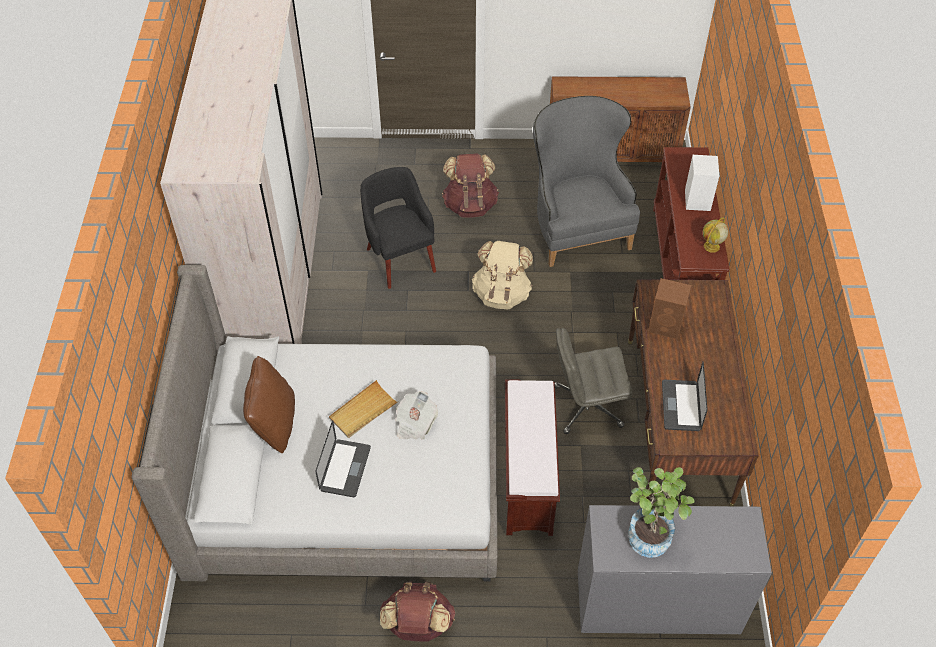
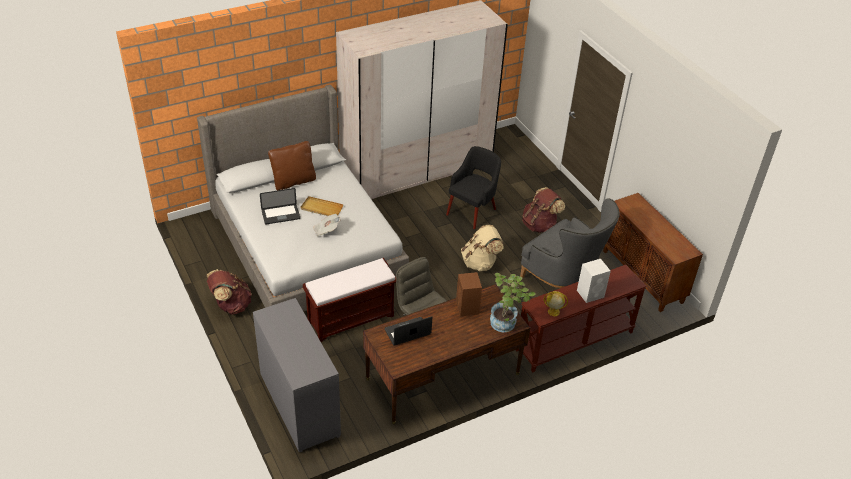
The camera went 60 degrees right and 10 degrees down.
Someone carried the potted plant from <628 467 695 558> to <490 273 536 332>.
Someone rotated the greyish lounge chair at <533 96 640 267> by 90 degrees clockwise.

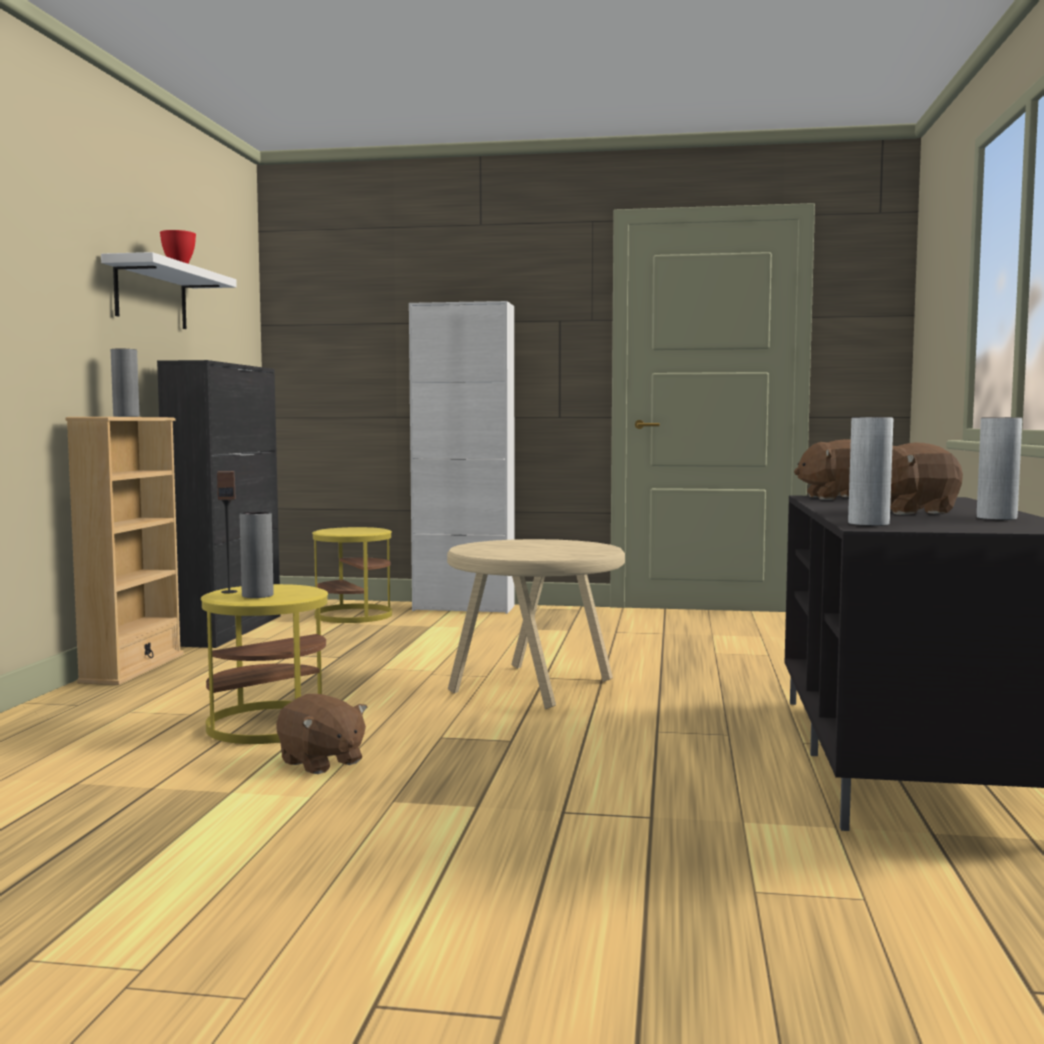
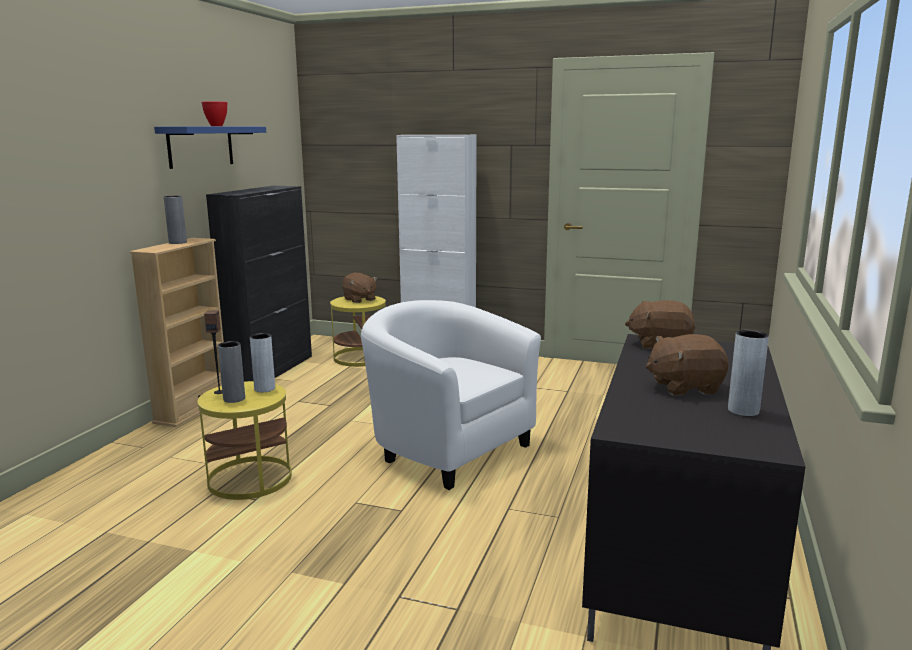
The camera went 10 degrees right and 10 degrees up.
Someone carried the brownish cuddly toy from <276 694 367 774> to <342 273 378 303>.
Someone carried the greyish decorative vase from <848 417 893 526> to <250 333 275 392>.
Someone swapped the beige-coloured end table at <447 539 625 709> for the whitish lounge chair at <361 300 541 490>.
Someone repainted the whitish bracket shelf at <101 252 237 329>, which became the blue-coloured bracket shelf at <154 126 266 169>.

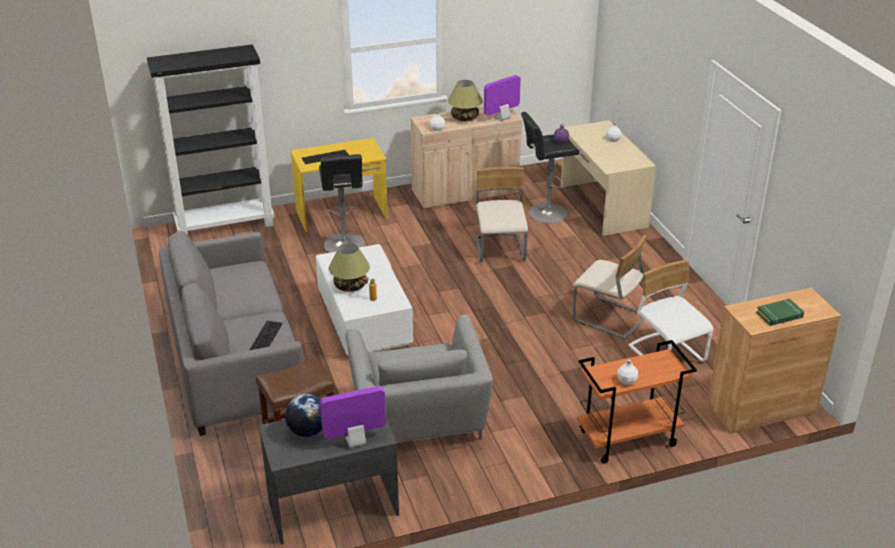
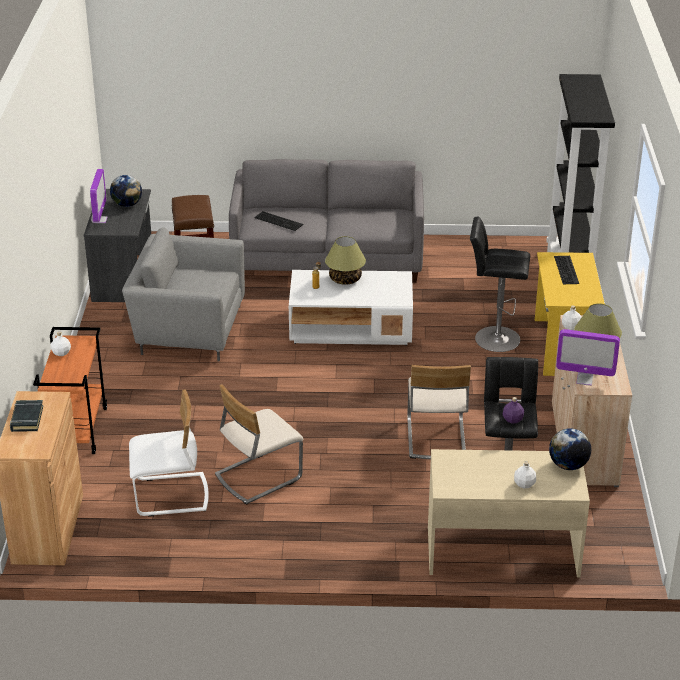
The camera went 110 degrees right and 0 degrees up.
Someone put down the desk globe at <549 428 591 470>.
Someone repainted the greenish book at <756 299 804 326>, which became the black-coloured book at <10 400 43 432>.
Someone rotated the beige-coloured upright chair at <475 167 528 262> by 75 degrees clockwise.
Someone rotated the computer display at <484 75 521 121> by 120 degrees clockwise.

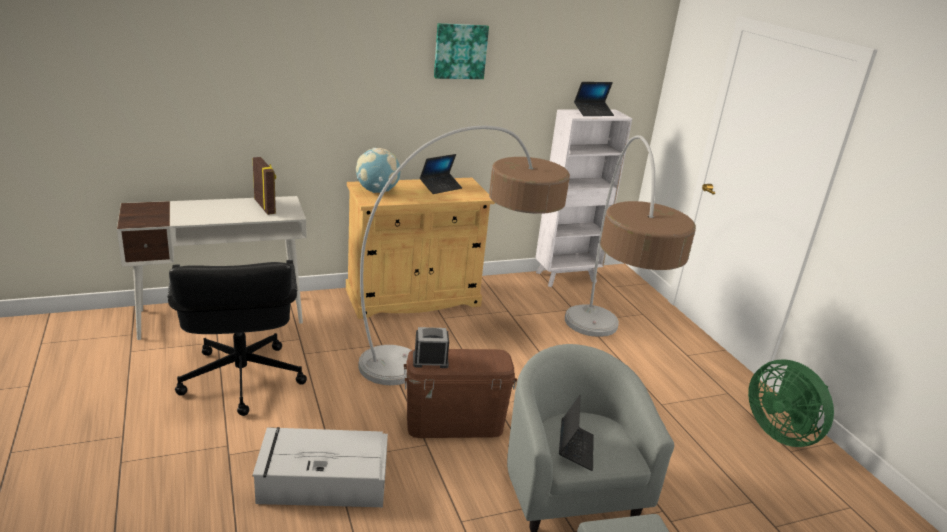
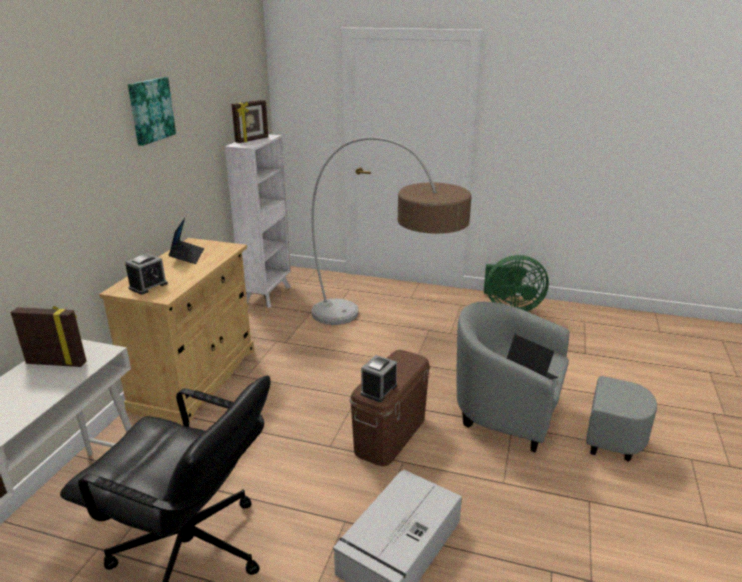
The camera went 50 degrees left and 0 degrees up.
Someone took away the floor lamp at <358 126 570 385>.
Someone swapped the desk globe at <356 148 400 193> for the bedside clock at <125 254 168 295>.
Someone swapped the laptop at <574 82 614 116> for the photo frame at <232 100 268 143>.

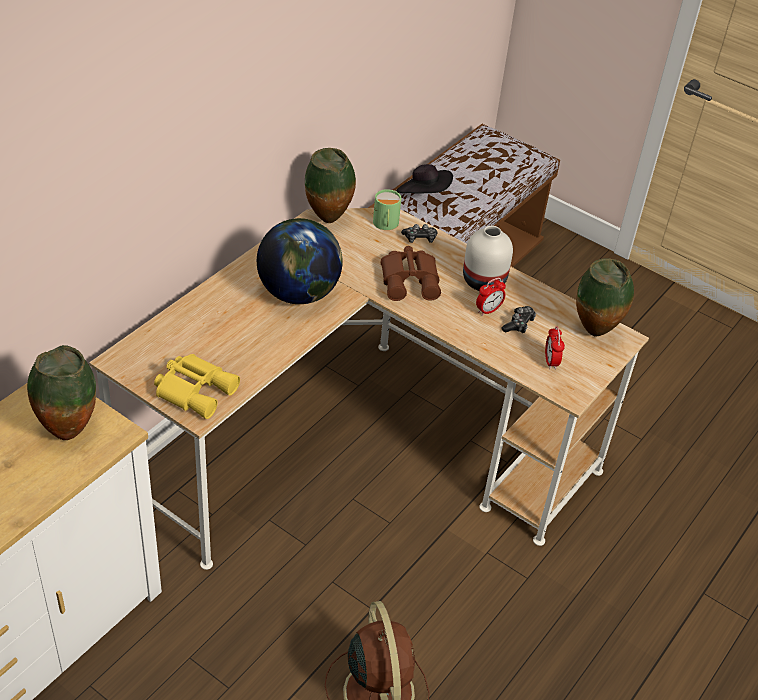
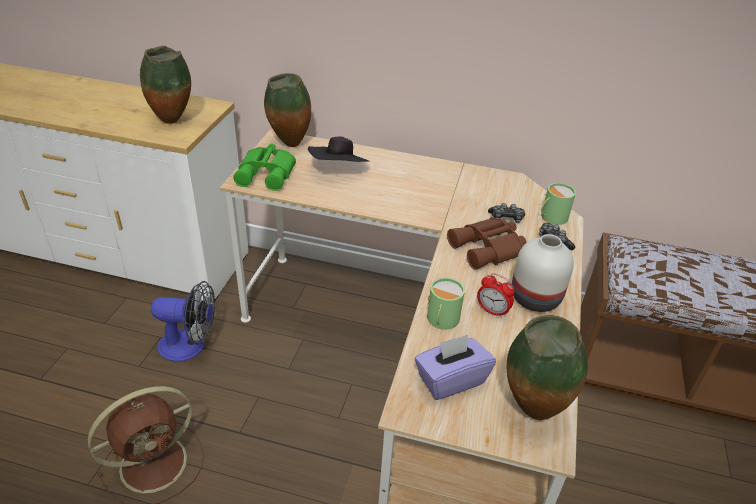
The camera went 70 degrees right and 5 degrees down.
Someone took away the desk globe at <257 218 343 304>.
Someone put down the electric fan at <151 281 215 362>.
Someone put down the greenish coffee mug at <427 278 465 330>.
Someone carried the decorative vase from <305 148 356 223> to <264 73 311 147>.
Someone carried the black-coloured wearable hat from <396 164 453 194> to <308 136 370 162>.
Someone carried the gamepad from <501 306 536 333> to <488 203 525 223>.
Someone swapped the bedside clock at <545 326 565 369> for the purple tissue holder at <415 334 496 400>.
Someone repainted the yellowish binoculars at <154 354 240 419>, which became the greenish binoculars at <233 144 296 191>.

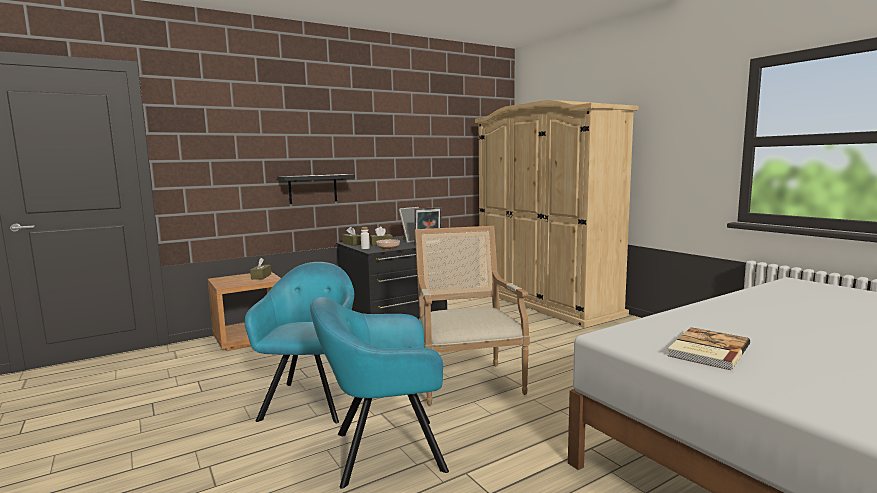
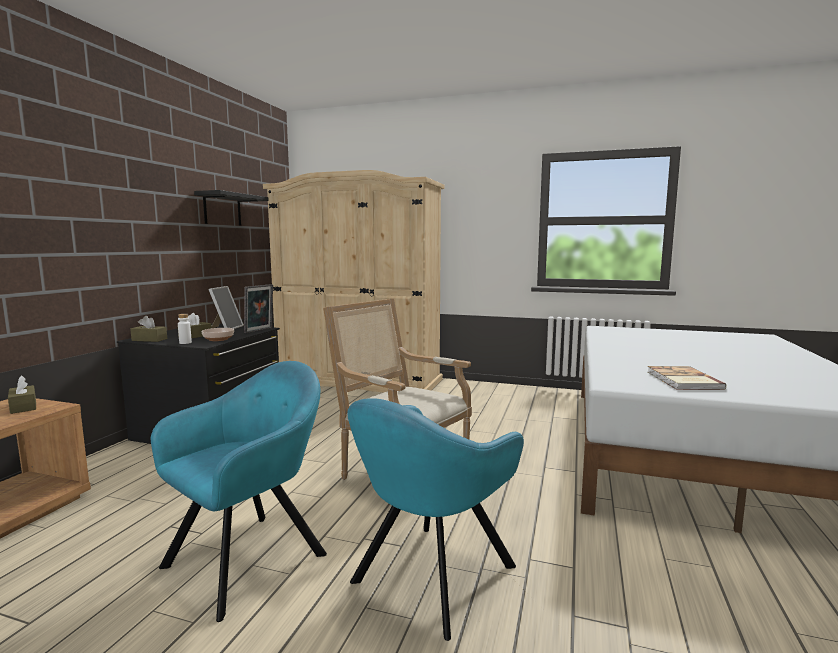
The camera went 40 degrees left and 0 degrees up.
Someone carried the black-coloured bracket shelf from <277 174 355 204> to <194 190 269 226>.
Someone rotated the blue-green lounge chair at <245 262 354 423> by 75 degrees clockwise.

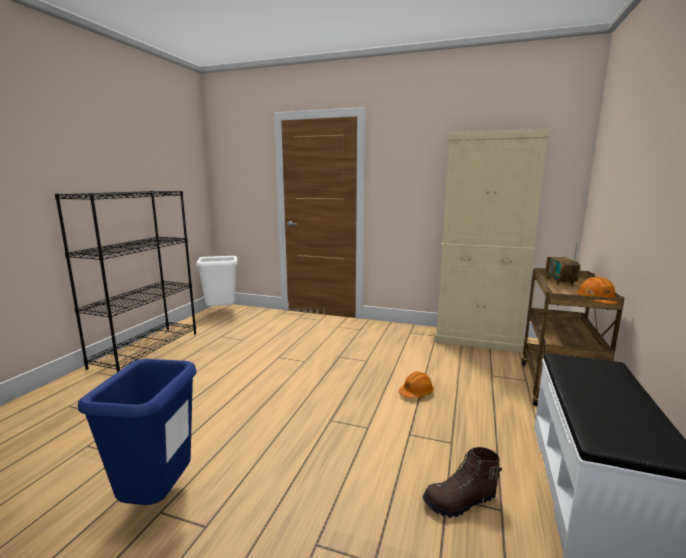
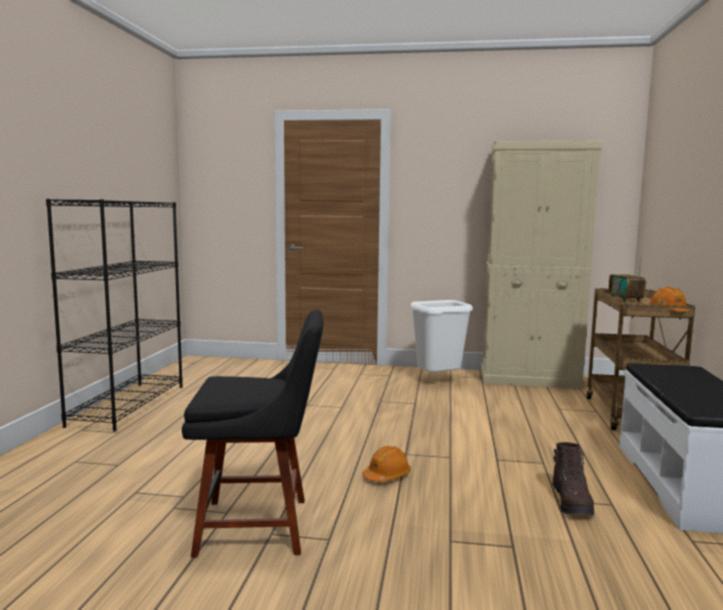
The camera went 10 degrees left and 5 degrees down.
Someone carried the whitish waste bin from <196 256 238 306> to <410 300 473 372>.
Someone carried the orange-coloured hard hat from <399 372 434 398> to <362 446 411 482>.
Someone swapped the blue-coloured waste bin at <78 359 197 505> for the black-coloured upright chair at <182 310 324 558>.
Someone rotated the brownish high-top boot at <423 447 502 518> by 60 degrees counterclockwise.

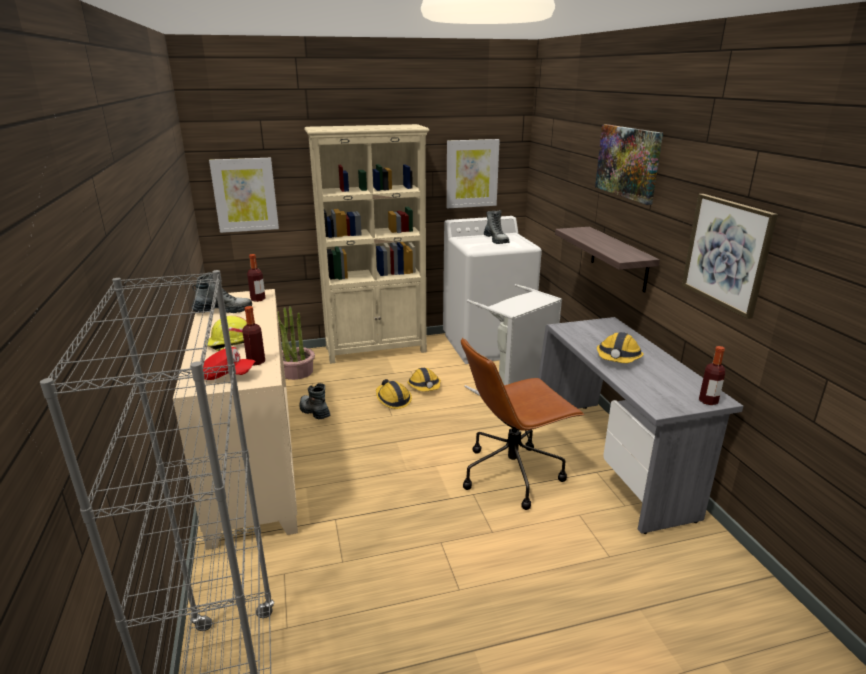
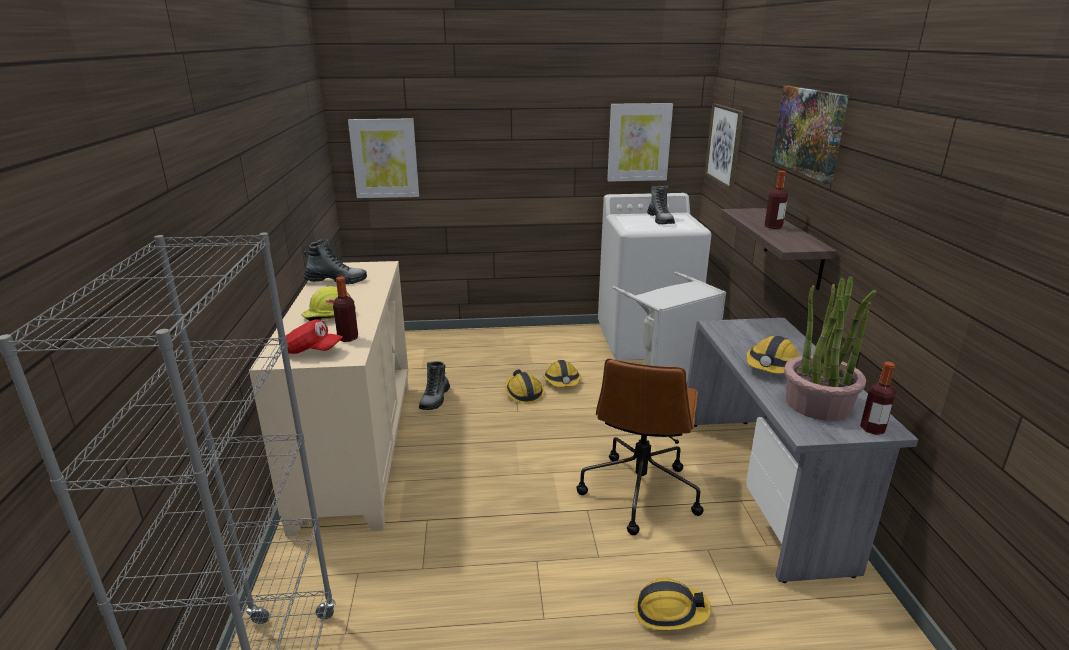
The camera went 10 degrees right and 0 degrees up.
Someone took away the beige-coloured bookcase at <304 124 430 364>.
Someone put down the hard hat at <634 578 711 630>.
Someone carried the beverage bottle from <247 254 265 302> to <765 171 788 229>.
Someone carried the potted plant from <278 306 315 380> to <784 276 876 421>.
Someone carried the picture from <682 194 778 319> to <705 104 743 190>.
Someone rotated the high-top boot at <300 383 330 420> by 135 degrees counterclockwise.
Someone rotated the brownish desk chair at <461 337 584 510> by 60 degrees counterclockwise.

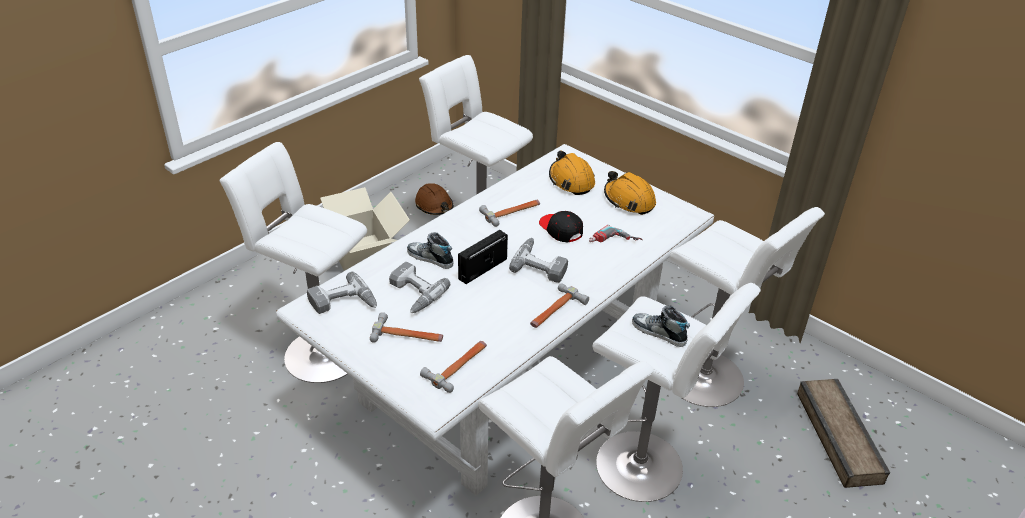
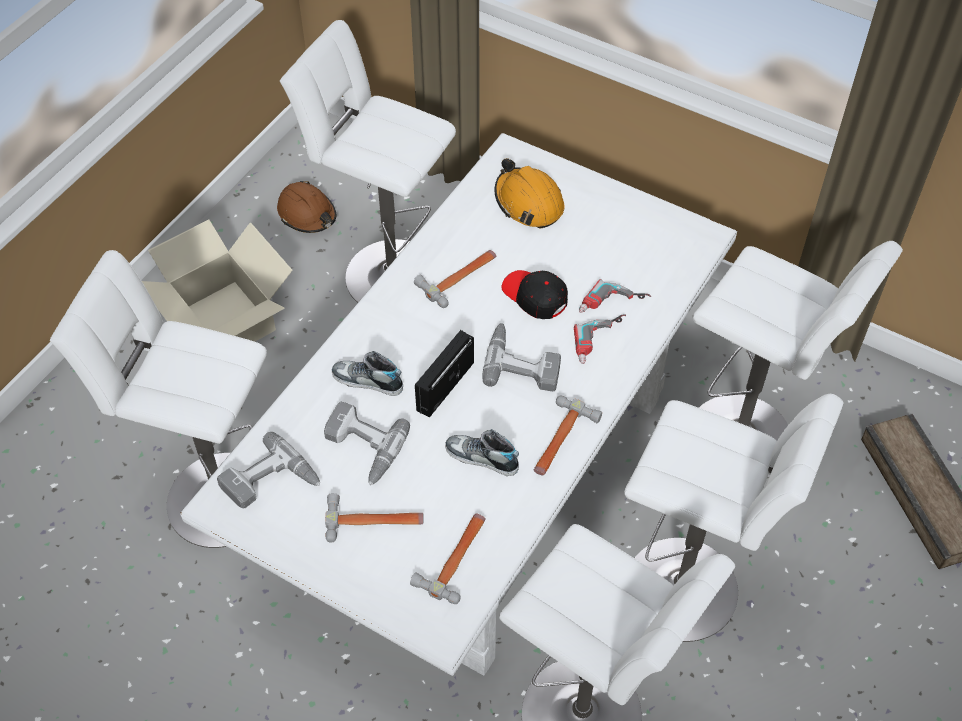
The camera went 10 degrees left and 15 degrees up.
Someone took away the orange-coloured hard hat at <604 171 656 215>.
Someone put down the drill at <574 314 626 364>.
Someone carried the shoe from <632 305 690 347> to <445 429 519 476>.

